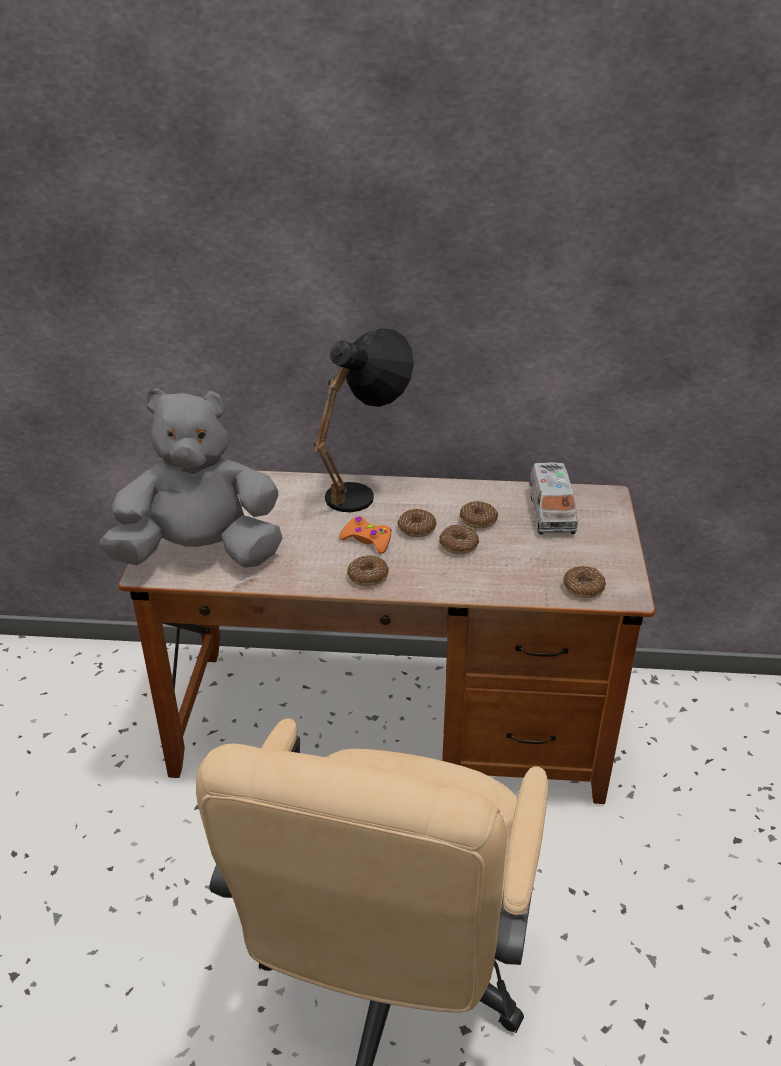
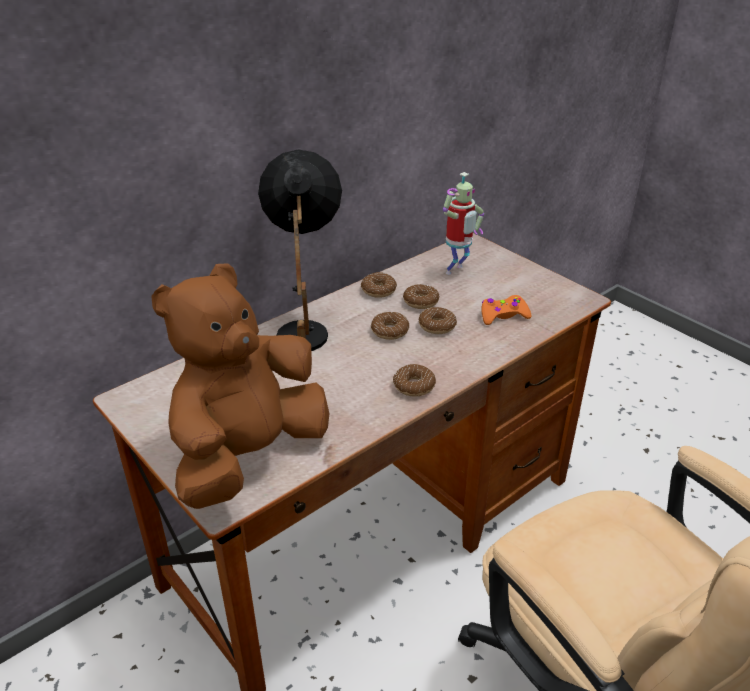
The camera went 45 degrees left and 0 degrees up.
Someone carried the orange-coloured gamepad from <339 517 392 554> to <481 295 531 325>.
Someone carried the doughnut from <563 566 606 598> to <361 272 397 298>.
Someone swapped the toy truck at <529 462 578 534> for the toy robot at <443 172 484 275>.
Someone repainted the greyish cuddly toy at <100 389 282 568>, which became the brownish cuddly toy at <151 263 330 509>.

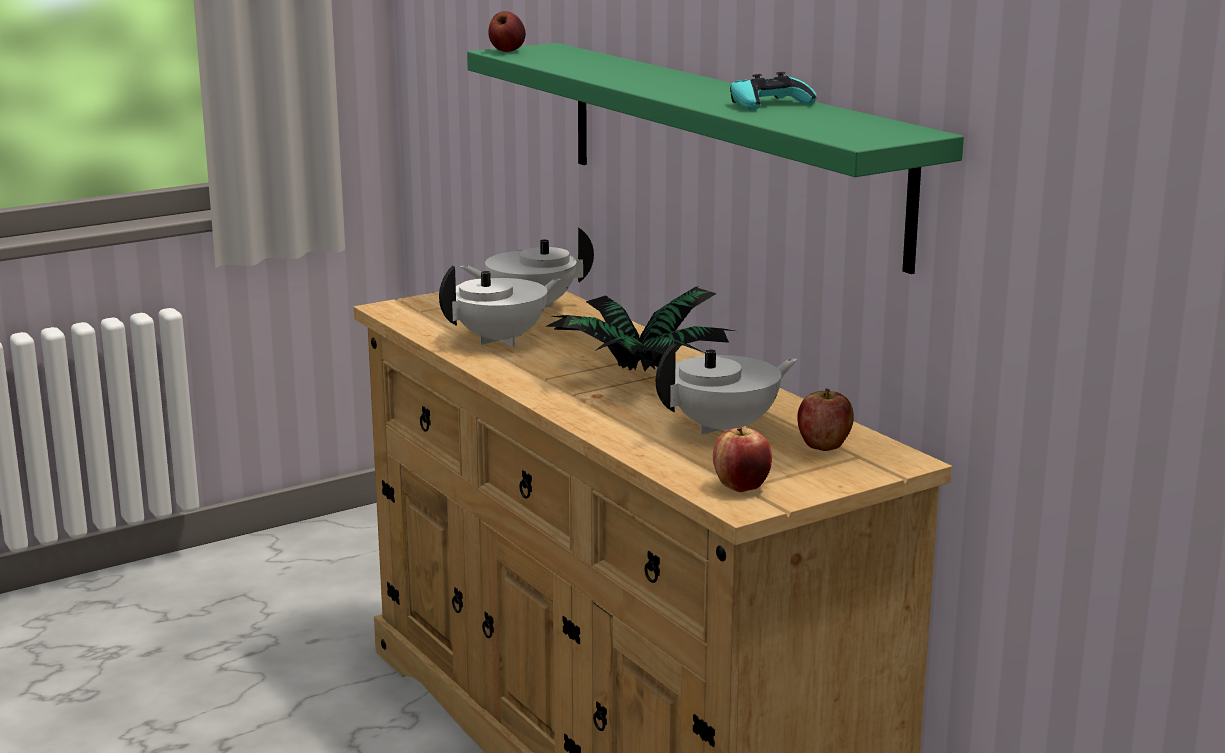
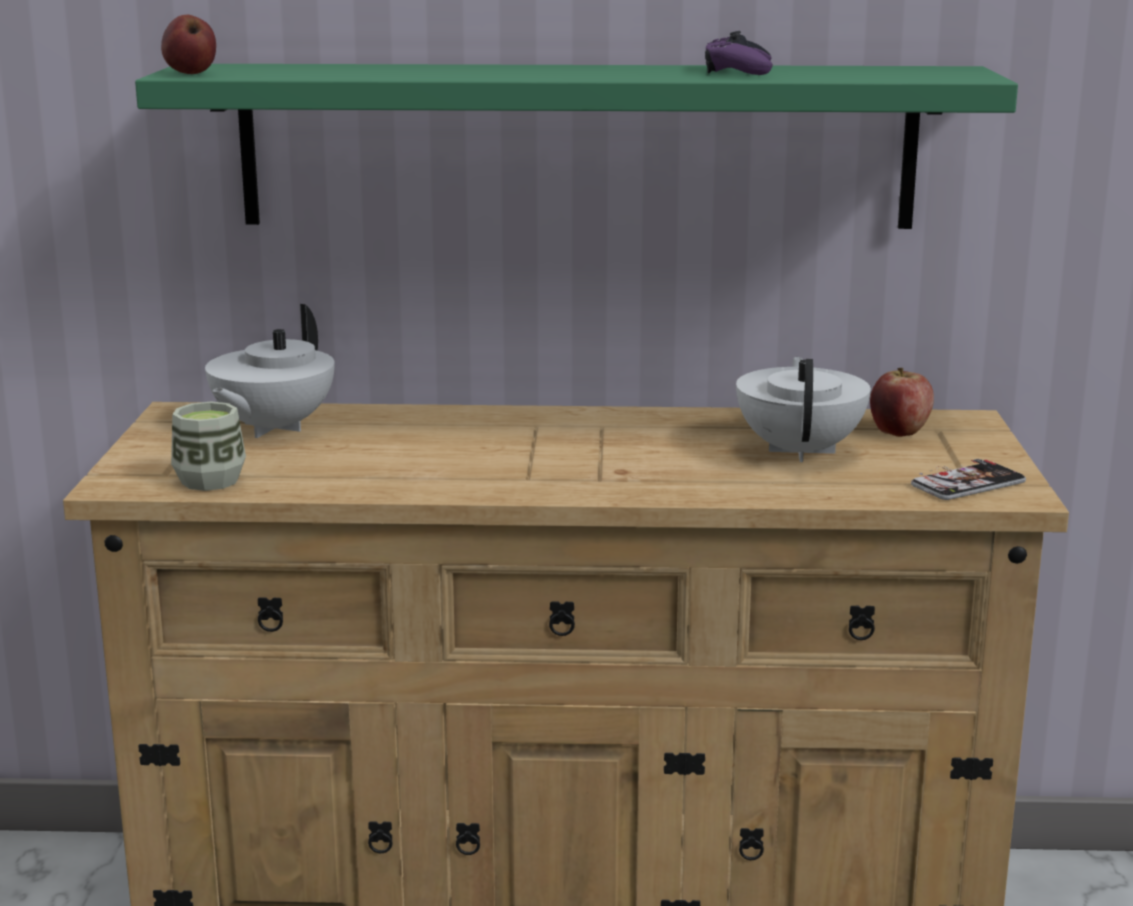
The camera went 55 degrees left and 0 degrees up.
Someone took away the whitish pot for tea at <439 266 561 347>.
Someone took away the potted plant at <545 286 734 371>.
Someone put down the drinking cup at <171 402 246 491>.
Someone swapped the whole apple at <713 427 772 492> for the telephone at <911 459 1026 500>.
Someone repainted the blue-green gamepad at <730 72 817 110>, which became the purple gamepad at <705 31 773 75>.

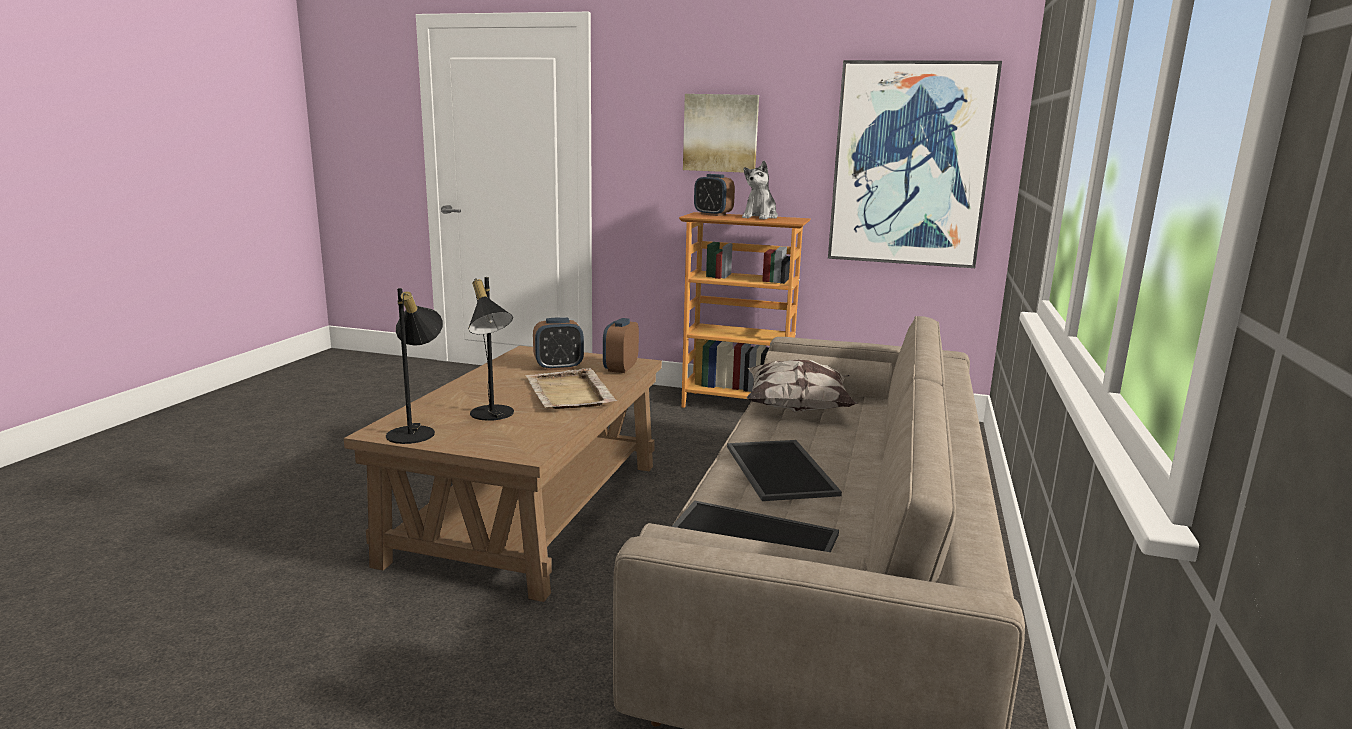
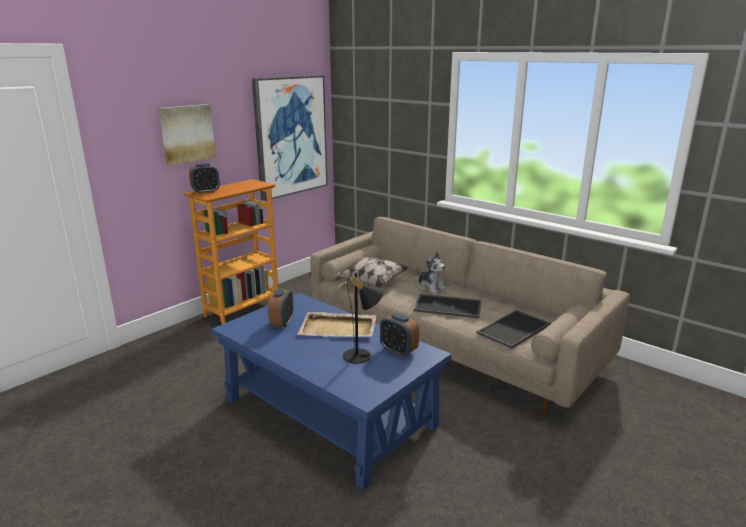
The camera went 65 degrees left and 5 degrees up.
Someone took away the black-coloured lamp for a table at <386 288 443 444>.
Someone carried the bedside clock from <603 318 639 373> to <380 313 419 357>.
Someone carried the cuddly toy from <742 160 778 219> to <417 252 447 294>.
Someone repainted the brownish lounge table at <344 345 662 602>, which became the blue-coloured lounge table at <212 293 451 490>.

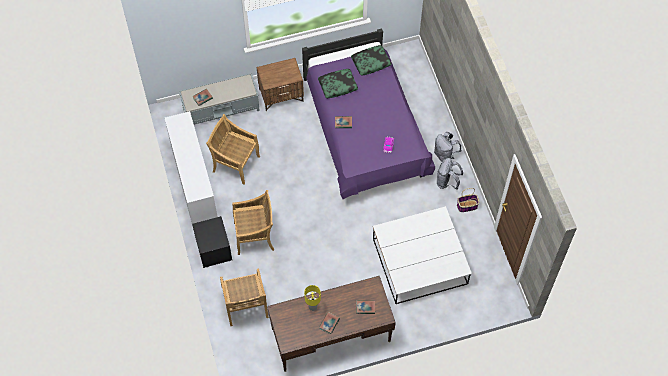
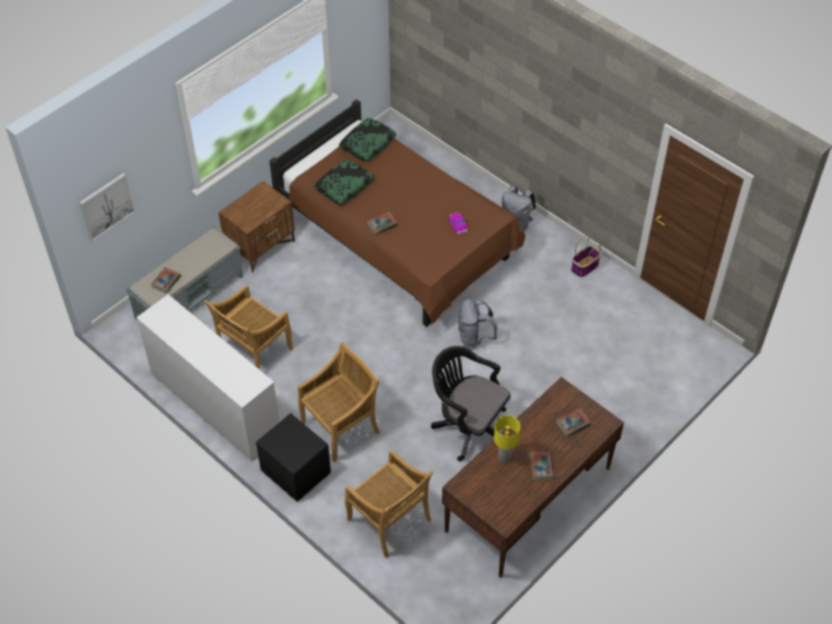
The camera went 30 degrees left and 10 degrees down.
Someone took away the whitish lounge table at <373 206 472 304>.
Someone put up the picture at <79 173 135 241>.
Someone put down the black-coloured desk chair at <431 346 511 461>.
Someone carried the greyish knapsack from <437 158 463 190> to <458 299 497 350>.
Someone repainted the purple bed at <302 28 435 199>, which became the brownish bed at <270 99 525 327>.
Someone rotated the beige-coloured upright chair at <206 114 260 185> by 45 degrees counterclockwise.

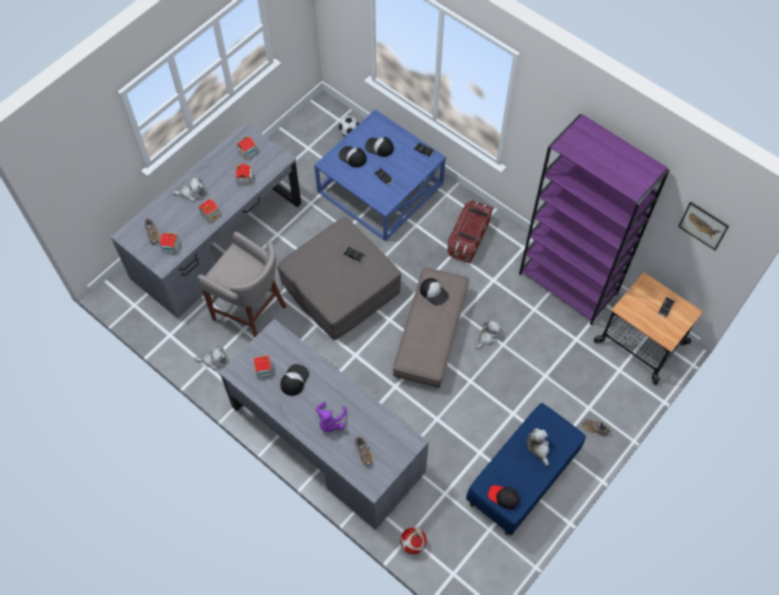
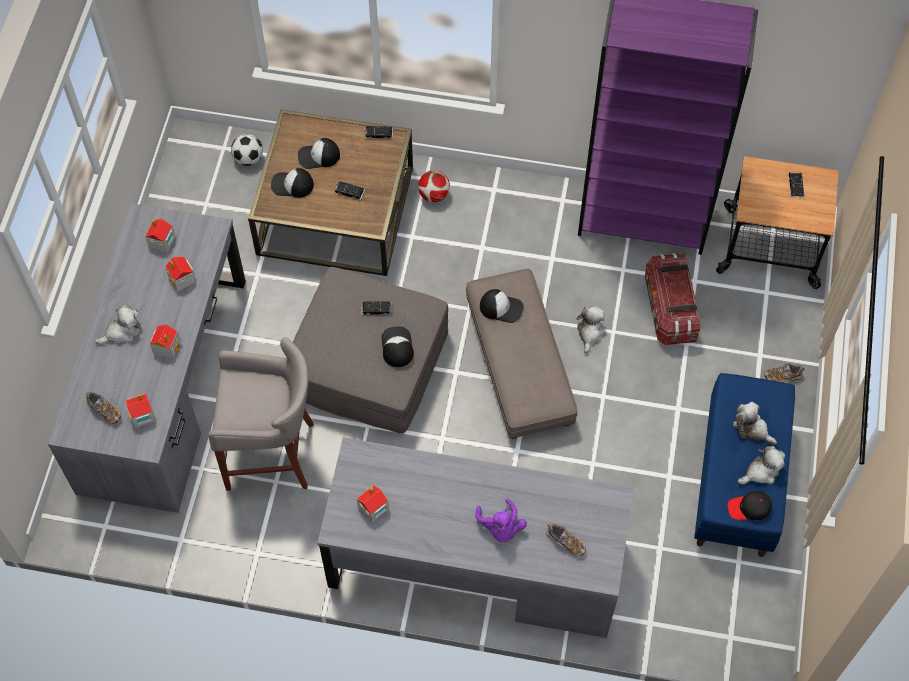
The camera went 30 degrees left and 0 degrees up.
Someone took away the picture at <678 202 729 250>.
Someone carried the cuddly toy from <194 346 226 370> to <737 446 785 485>.
Someone carried the cap from <280 364 309 396> to <382 326 414 367>.
Someone carried the football from <400 527 427 554> to <418 170 450 202>.
Someone carried the storage bin from <447 200 493 263> to <645 253 700 345>.
Someone repainted the blue-coloured lounge table at <314 109 446 241>, which became the brownish lounge table at <248 109 413 276>.

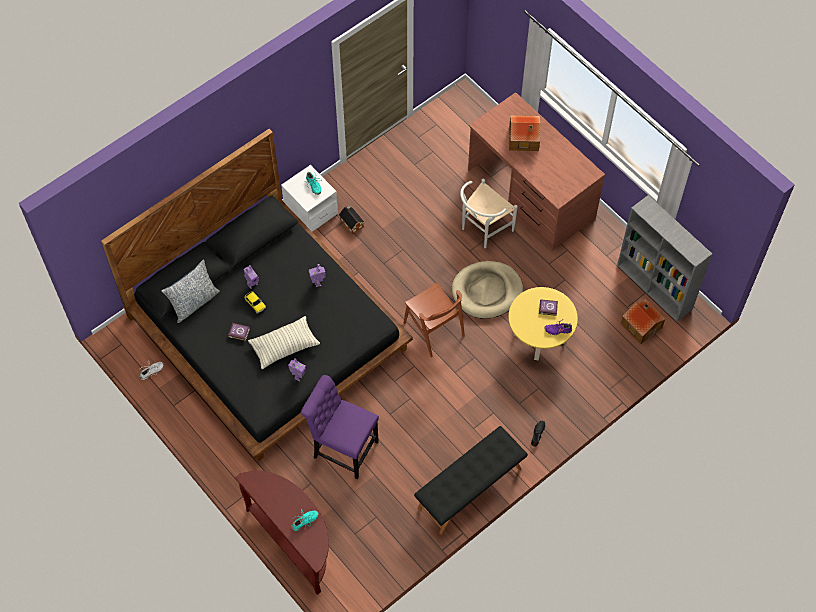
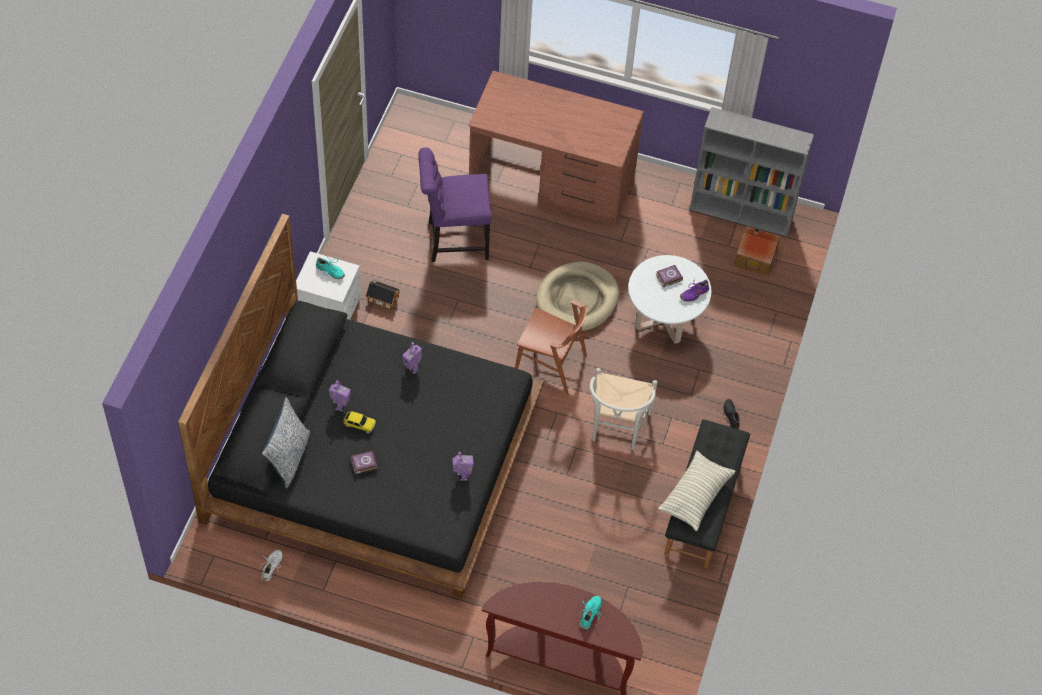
The camera went 35 degrees left and 5 degrees down.
Someone took away the toy house at <509 115 541 151>.
Someone carried the pillow from <248 316 320 369> to <658 451 736 531>.
Someone carried the purple upright chair from <301 375 379 479> to <418 147 492 262>.
Someone carried the whitish upright chair from <460 179 518 248> to <590 368 657 450>.
Someone repainted the yellowish lounge table at <508 287 578 361>, which became the whitish lounge table at <628 255 711 344>.

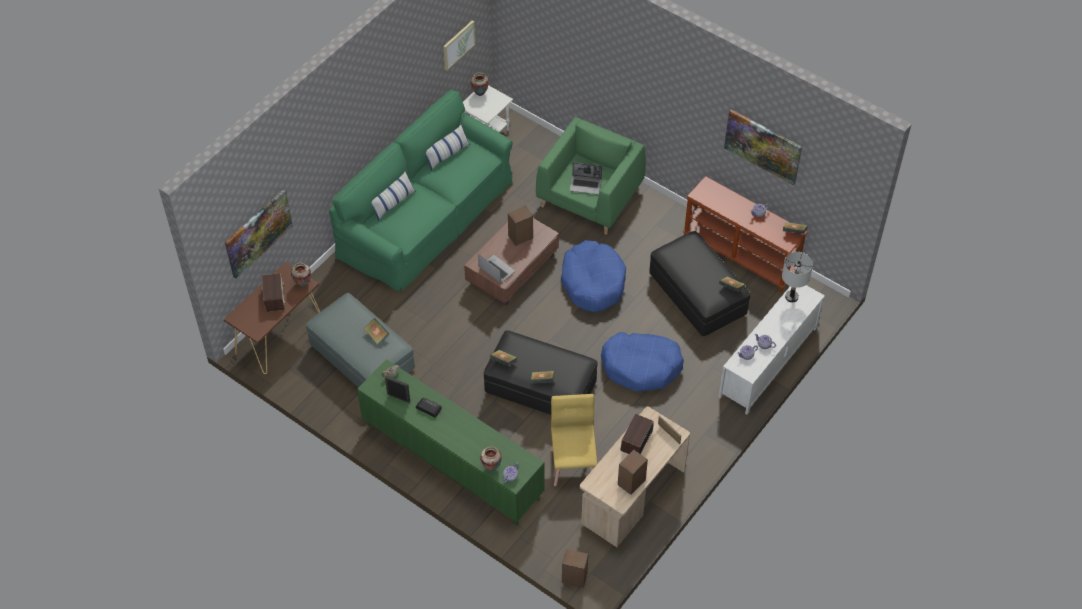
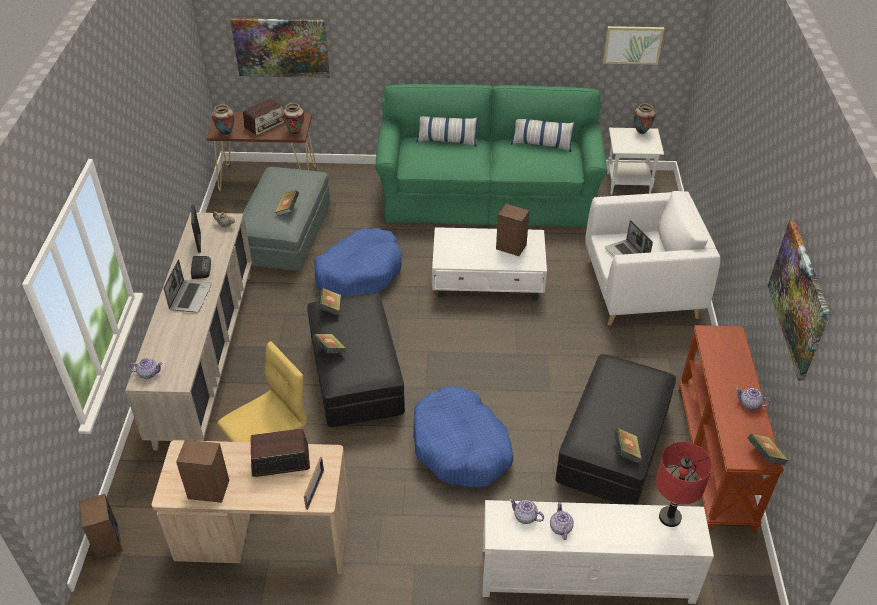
The camera went 55 degrees right and 10 degrees down.
Someone carried the laptop from <478 254 515 283> to <163 259 212 313>.
Someone carried the decorative vase from <480 447 502 471> to <212 104 234 136>.
Someone carried the blue-coloured pet bed from <561 240 626 312> to <314 228 402 297>.
Someone repainted the greenish storage cabinet at <357 359 545 526>, which became the beige-coloured storage cabinet at <125 212 252 450>.
Someone repainted the brownish lounge table at <464 218 559 305>, which became the whitish lounge table at <432 227 547 300>.
Someone repainted the greenish lounge chair at <536 117 646 235>, which became the whitish lounge chair at <585 191 721 325>.
Someone repainted the greyish lamp for a table at <782 252 813 302>, which became the red-coloured lamp for a table at <656 442 712 527>.

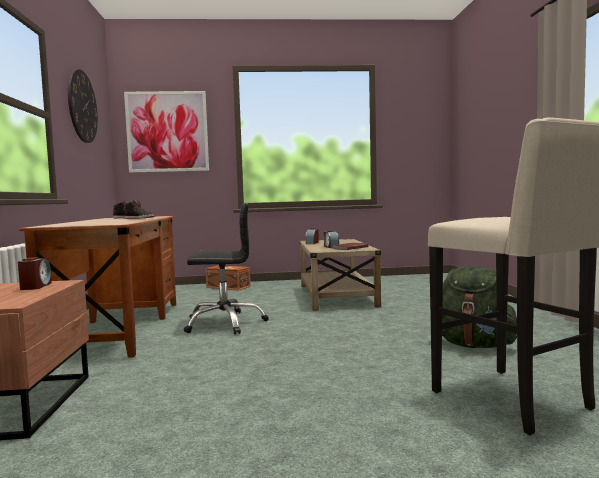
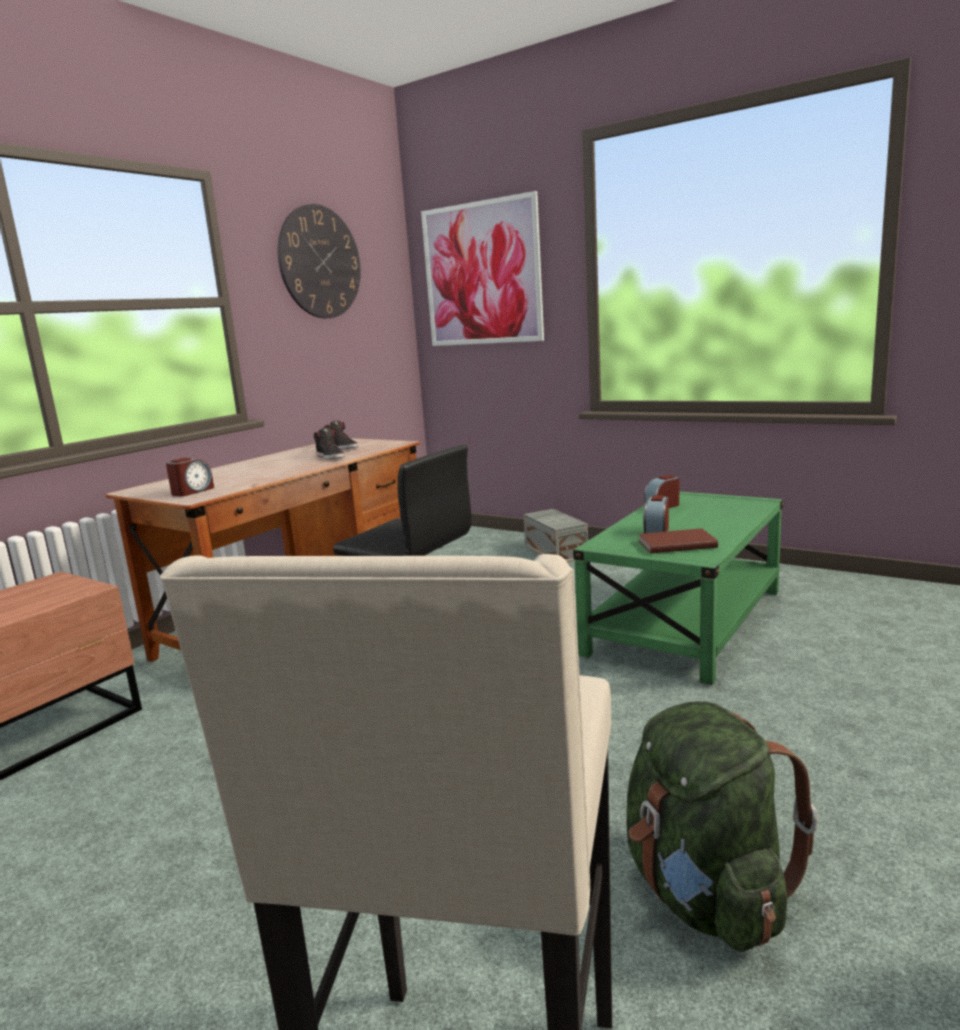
The camera went 40 degrees right and 10 degrees up.
Someone carried the bedside clock from <18 257 52 290> to <166 458 214 497>.
Someone repainted the brownish storage bin at <206 265 251 291>, which became the greyish storage bin at <523 509 588 563>.
Someone repainted the beige-coloured lounge table at <299 239 381 311>, which became the greenish lounge table at <573 491 784 685>.

